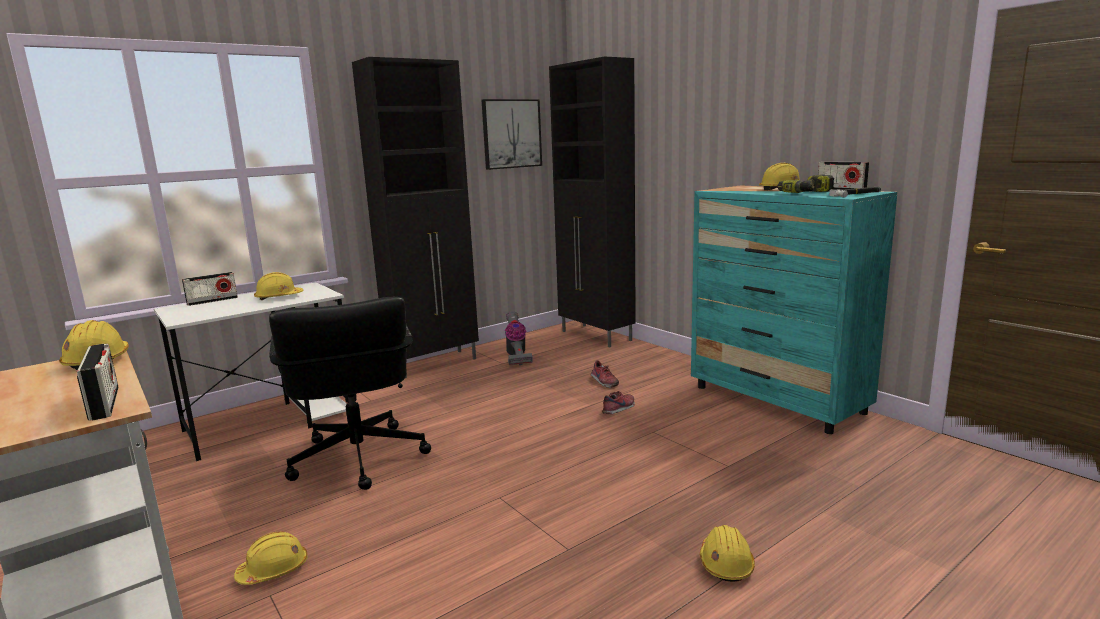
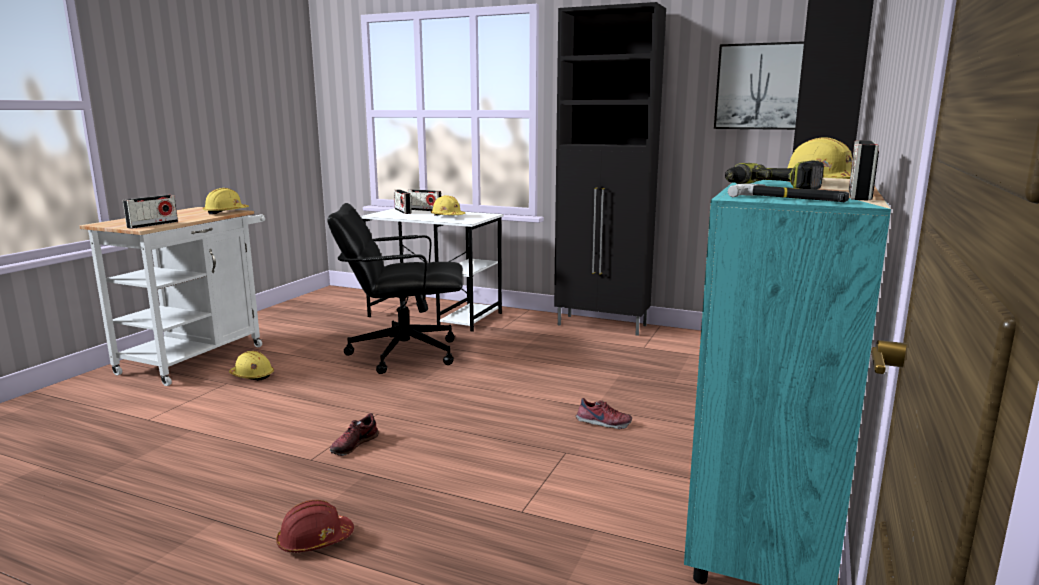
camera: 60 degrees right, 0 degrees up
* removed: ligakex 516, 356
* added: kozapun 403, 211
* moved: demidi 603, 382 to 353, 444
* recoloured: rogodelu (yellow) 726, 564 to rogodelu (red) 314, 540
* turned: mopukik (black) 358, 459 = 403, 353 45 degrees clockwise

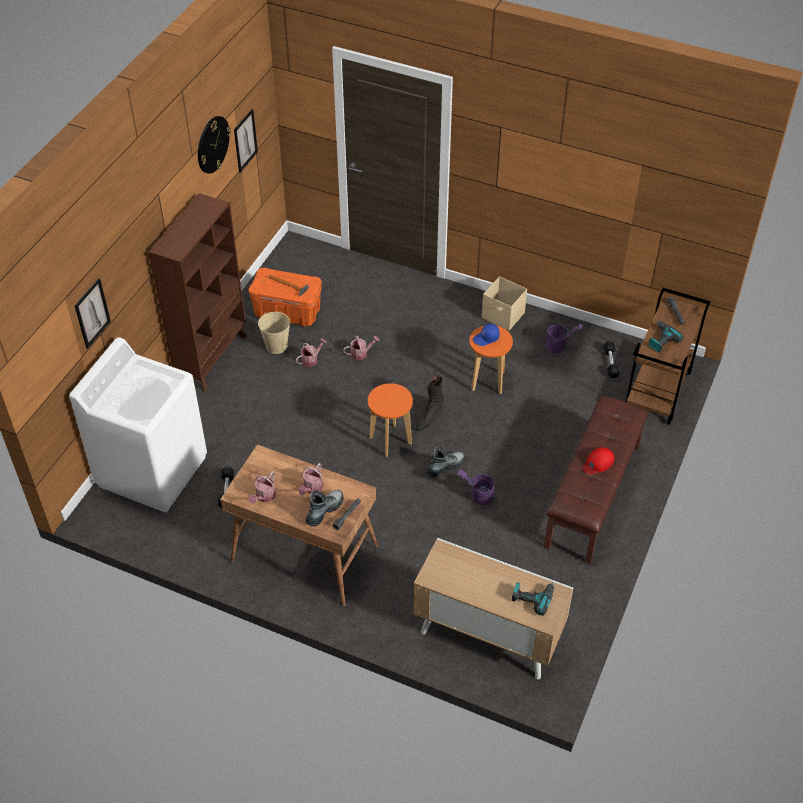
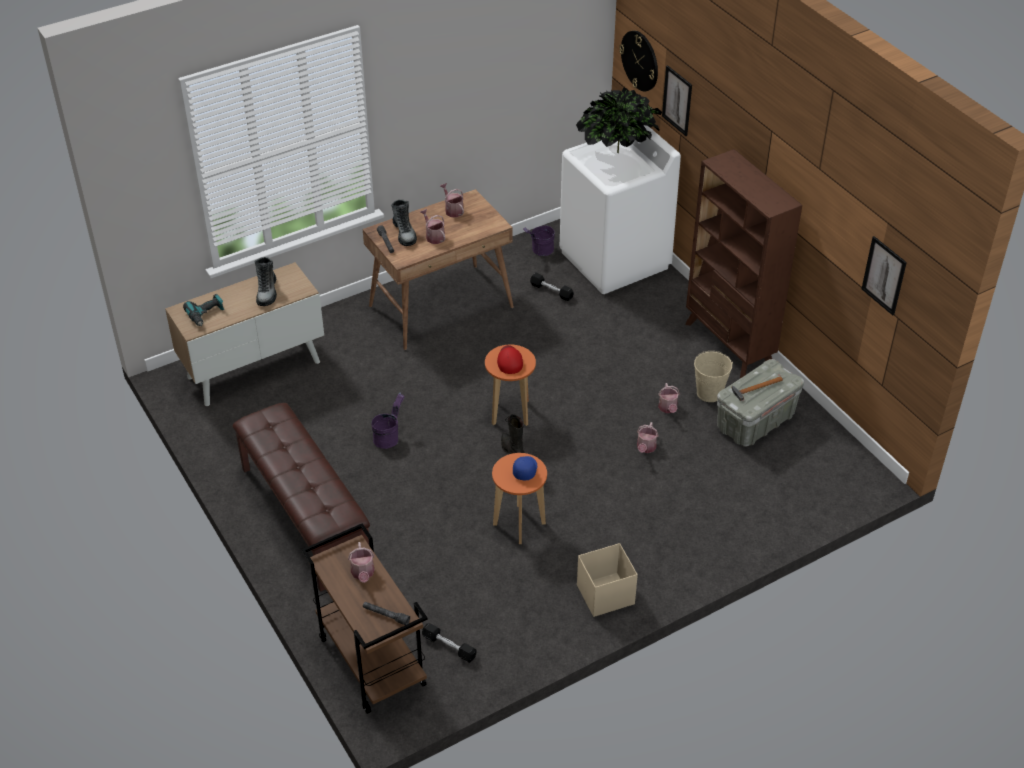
camera: 125 degrees right, 5 degrees down
* added: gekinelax 617, 154
* moved: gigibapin 212, 144 to 640, 60
* moved: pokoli 445, 466 to 267, 292
* moved: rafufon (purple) 559, 347 to 540, 251
* moved: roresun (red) 598, 463 to 509, 360
* replaced: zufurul 661, 340 to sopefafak 363, 574
* recoloured: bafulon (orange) 288, 312 to bafulon (grey) 755, 422

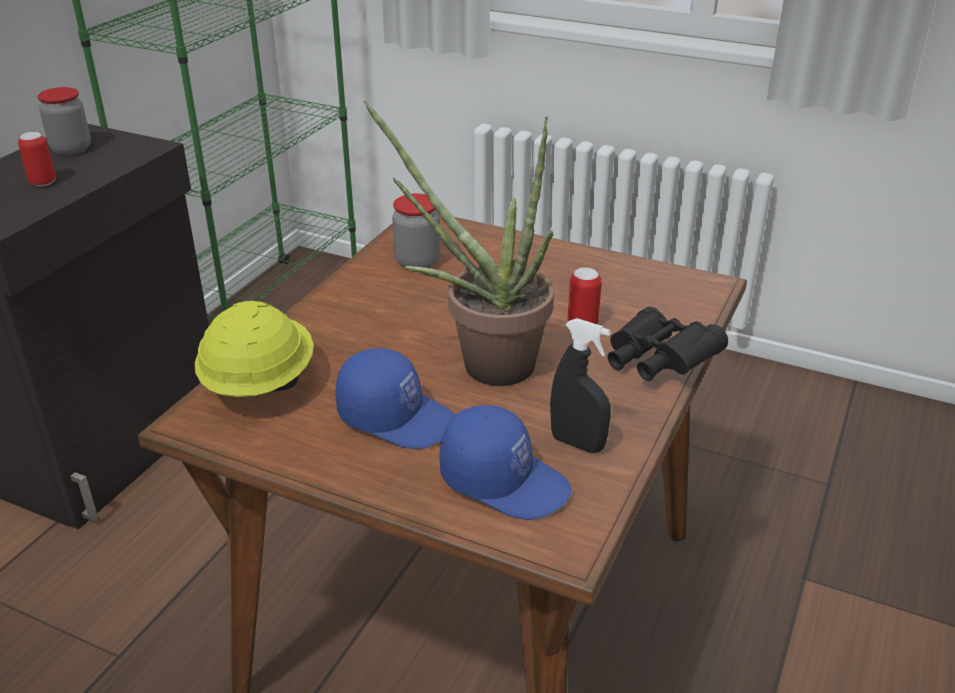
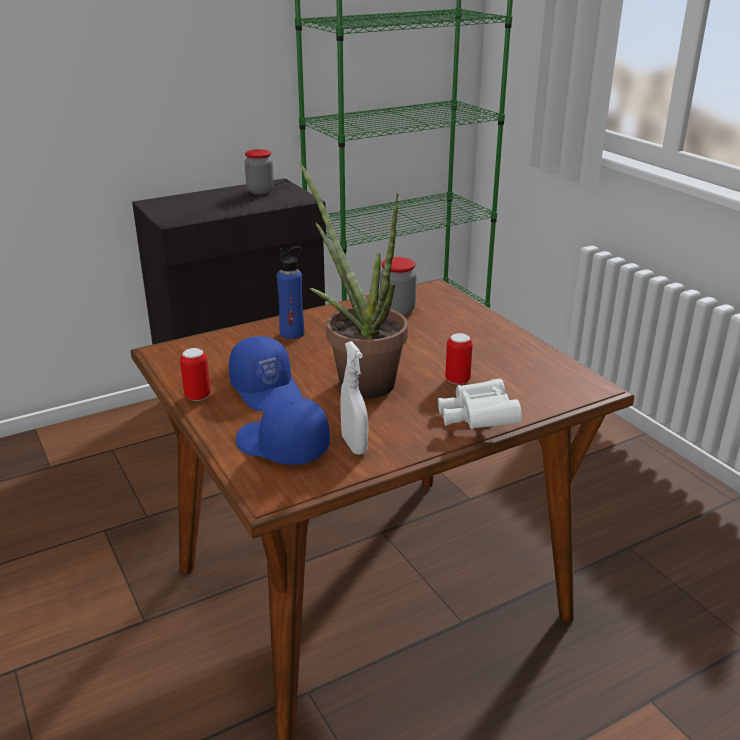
camera: 35 degrees right, 5 degrees down
* removed: rogodelu (yellow) 258, 384
* added: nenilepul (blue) 292, 333
* moved: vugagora 43, 183 to 197, 396
* recoloured: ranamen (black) 577, 443 to ranamen (white) 354, 445
* recoloured: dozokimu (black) 656, 363 to dozokimu (white) 477, 421
* turned: roresun (blue) 505, 480 = 281, 446 150 degrees clockwise

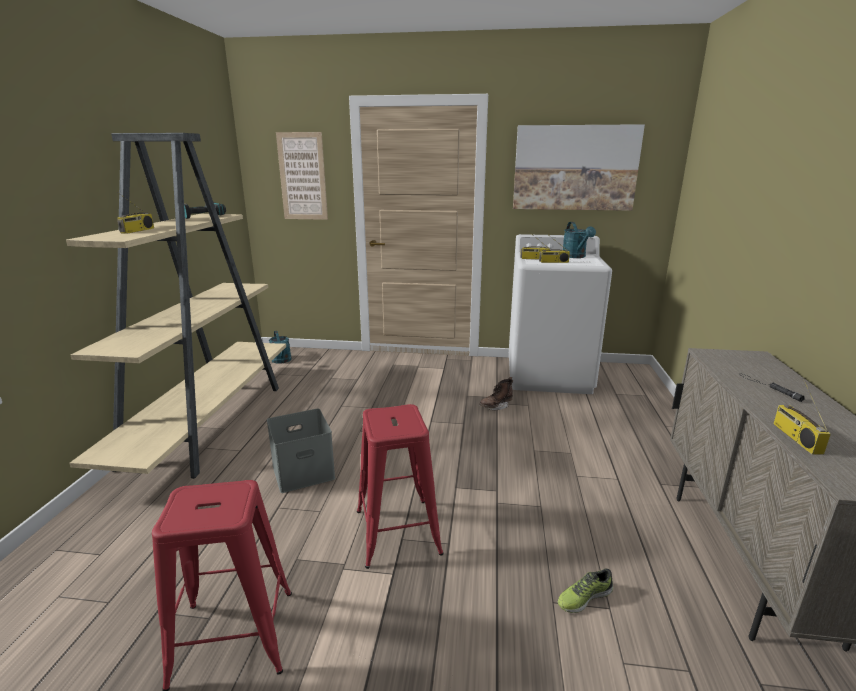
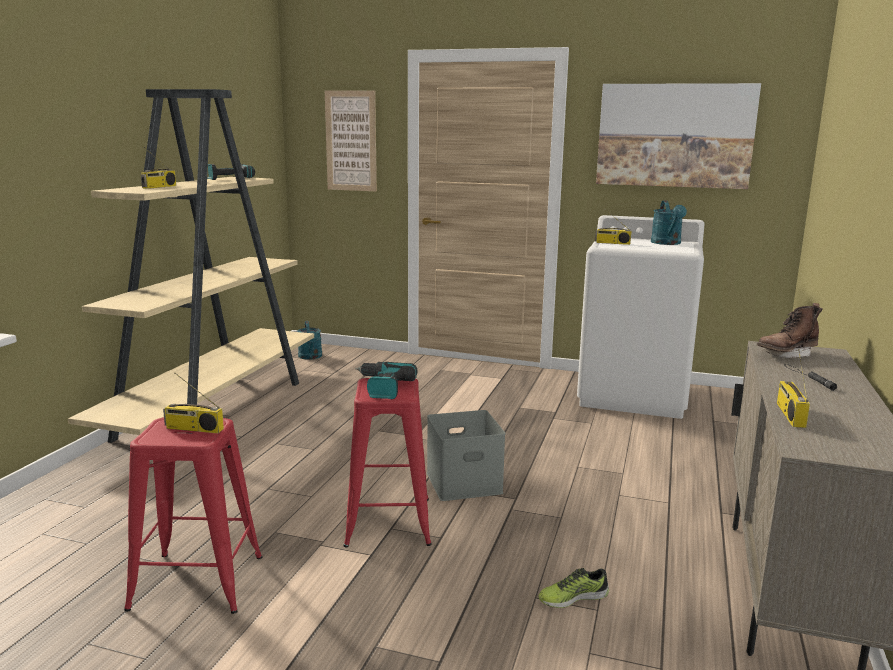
camera: 10 degrees right, 5 degrees down
* added: zufurul 382, 388
* moved: bafulon (grey) 304, 470 to 465, 482
* moved: pokoli (brown) 496, 406 to 786, 355
* moved: kozapun 553, 262 to 193, 429

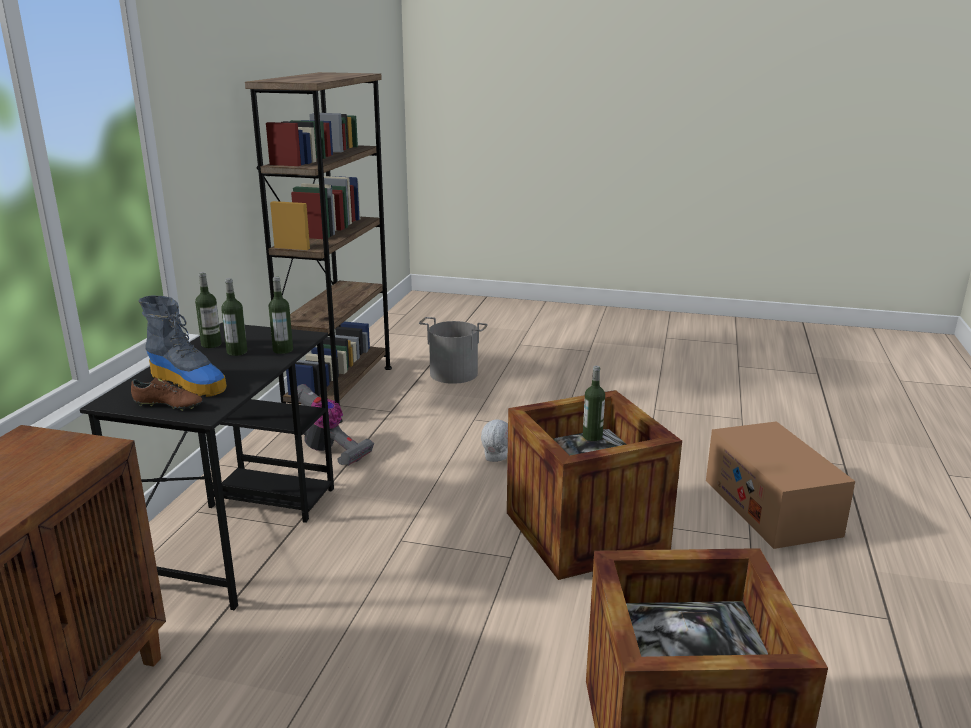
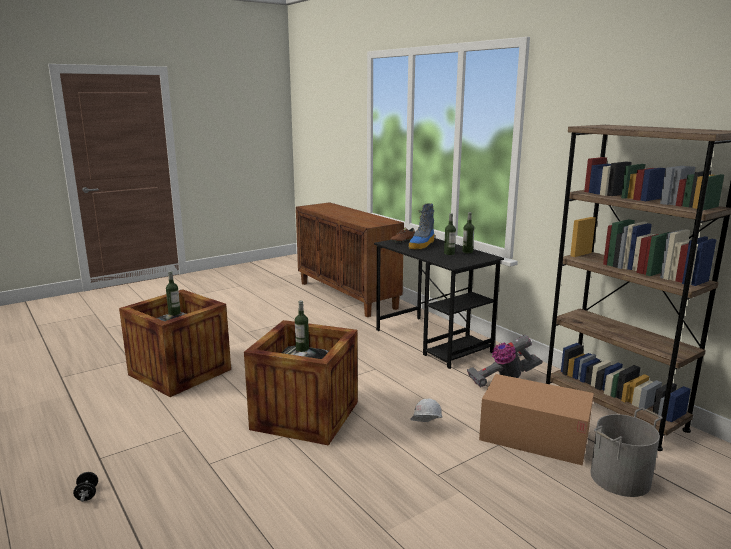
camera: 130 degrees right, 5 degrees down
* added: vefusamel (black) 87, 494
* moved: nenilepul 283, 350 to 174, 313
* moved: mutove 771, 507 to 534, 437
* turned: pokoli 189, 383 = 422, 244 45 degrees counterclockwise

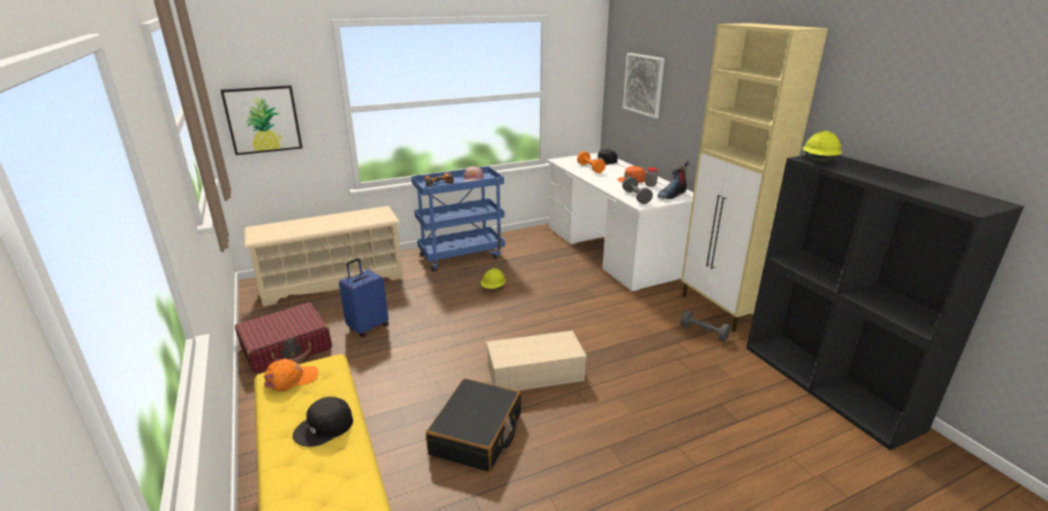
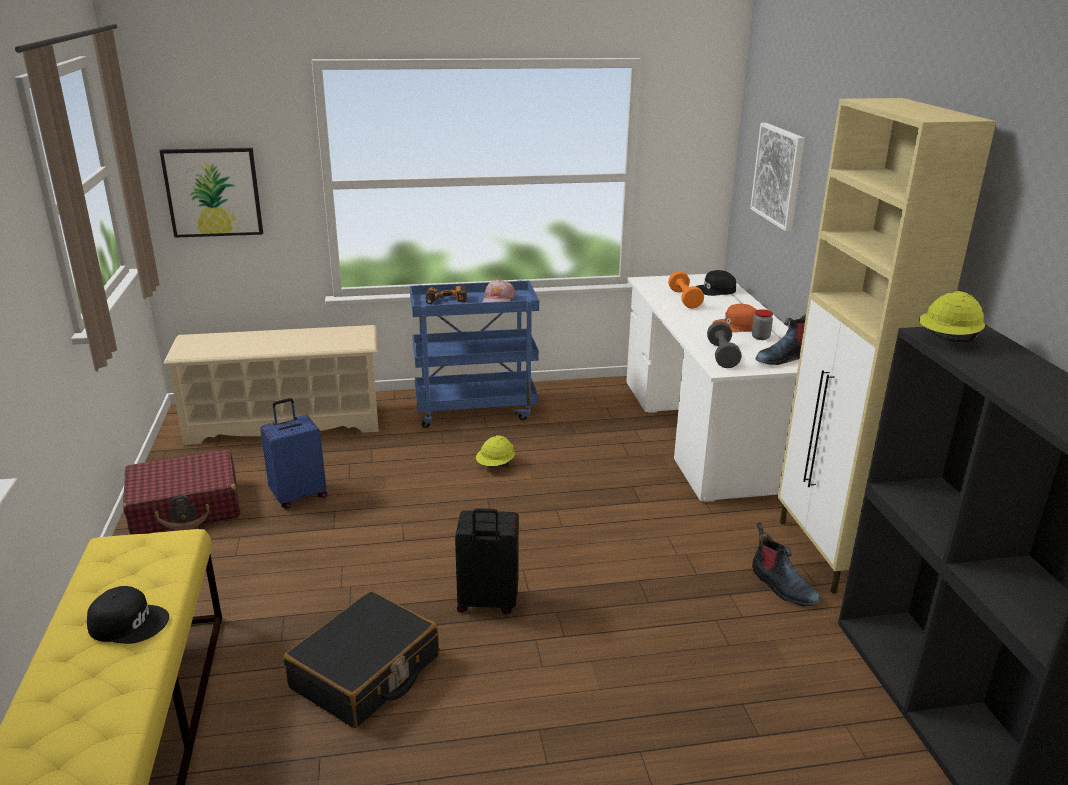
camera: 15 degrees right, 0 degrees up
* removed: roresun (orange) 291, 379
* replaced: bafulon (beige) 534, 374 to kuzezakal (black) 487, 603
* replaced: vefusamel (grey) 704, 333 to pokoli 781, 586
* turned: roresun (black) 324, 427 = 129, 622 150 degrees counterclockwise

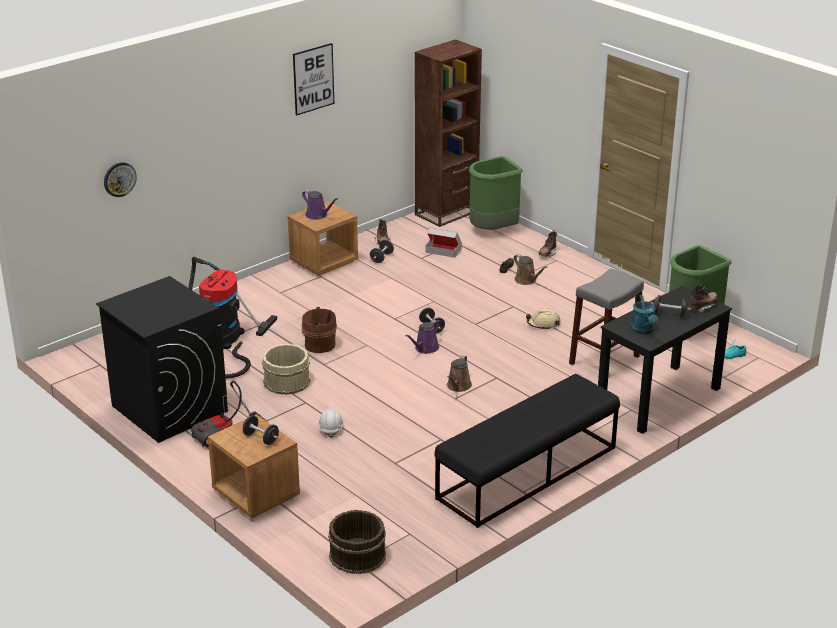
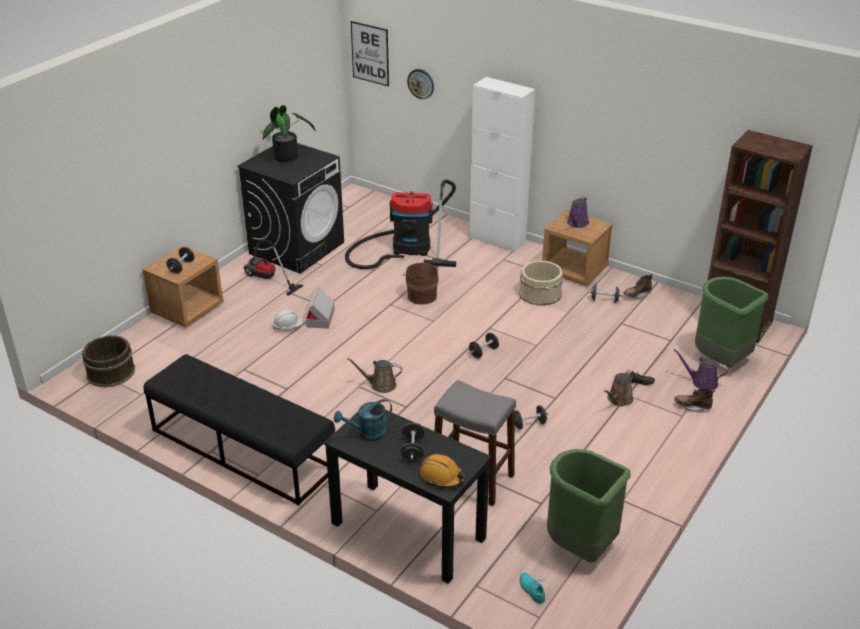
camera: 75 degrees right, 5 degrees up
* added: gekinelax 289, 157
* added: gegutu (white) 497, 240
* moved: rafufon (beige) 286, 381 to 540, 293
* moved: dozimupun 313, 79 to 370, 53
* moved: sopefafak (purple) 425, 349 to 702, 382
* moved: mutove 443, 250 to 320, 318
* replaced: rogodelu (beige) 543, 324 to vefusamel (black) 529, 424
* replaced: pokoli (brown) 703, 306 to rogodelu (orange) 442, 476

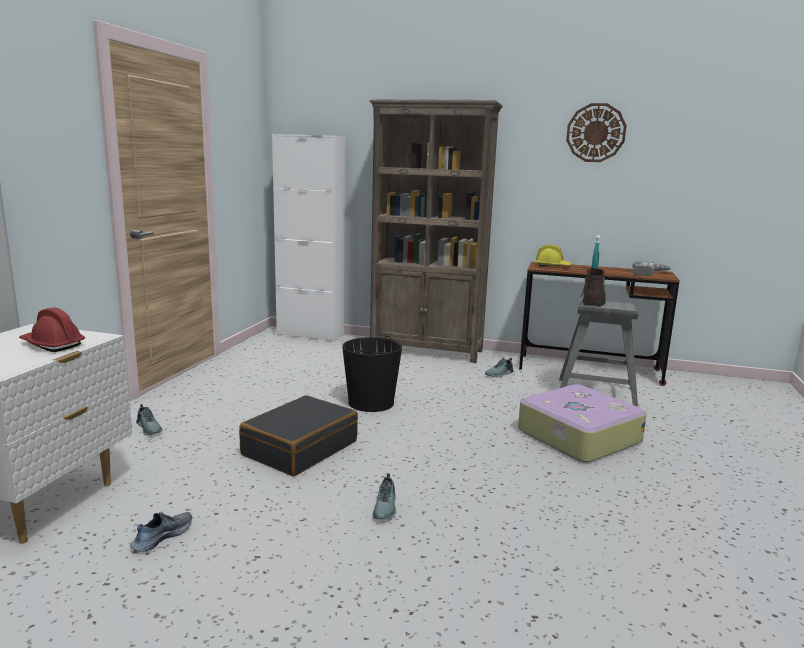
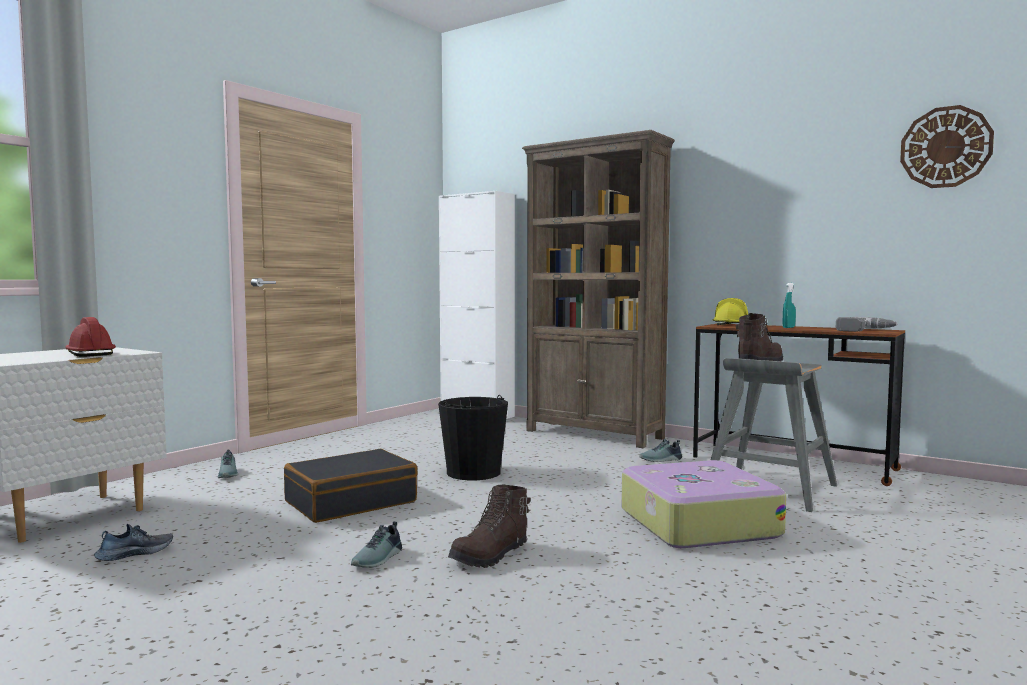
camera: 20 degrees right, 10 degrees down
* added: pokoli (brown) 491, 556
* moved: gigibapin 595, 133 to 945, 147

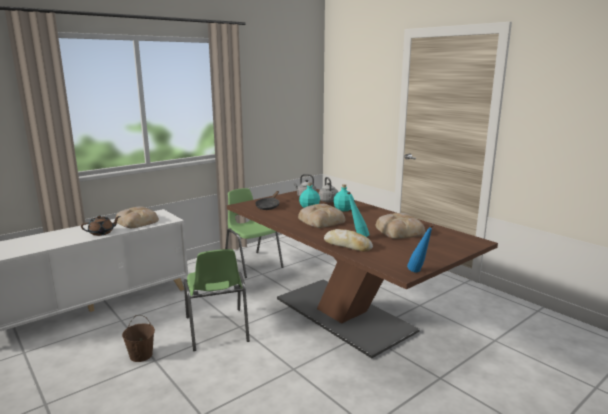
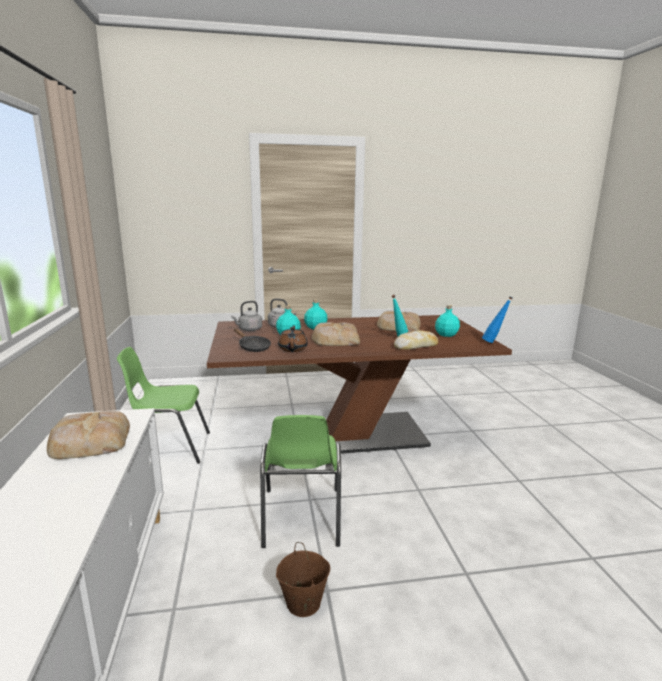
camera: 60 degrees left, 0 degrees up
* added: nenilepul (turquoise) 446, 335
* moved: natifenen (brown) 102, 233 to 293, 349
* turned: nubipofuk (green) 217, 330 = 301, 517 75 degrees clockwise

